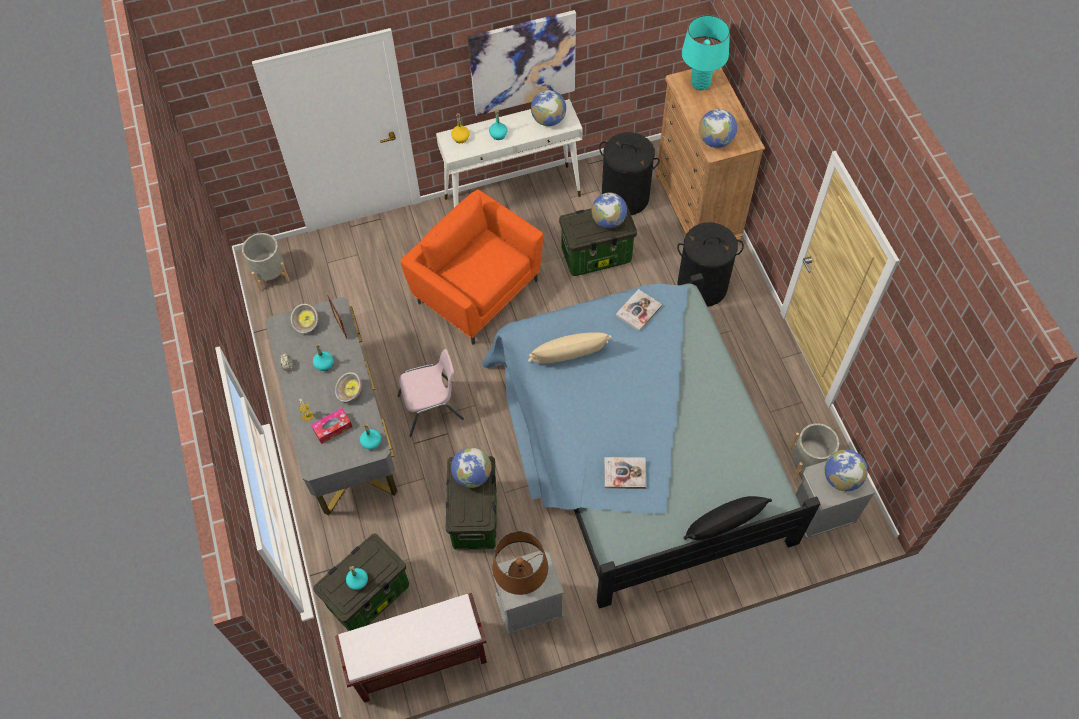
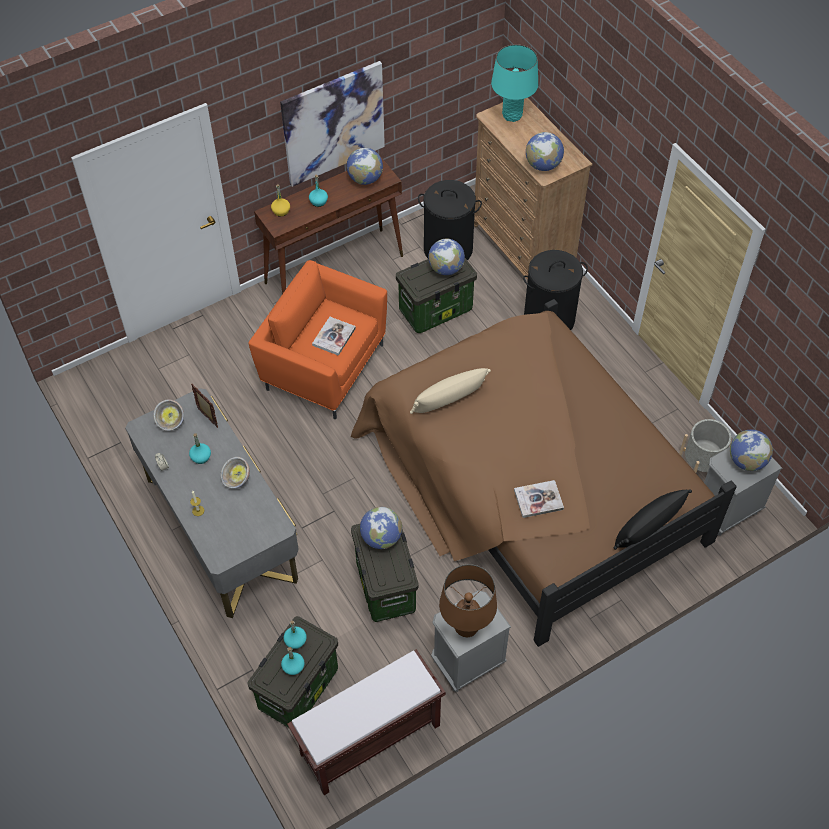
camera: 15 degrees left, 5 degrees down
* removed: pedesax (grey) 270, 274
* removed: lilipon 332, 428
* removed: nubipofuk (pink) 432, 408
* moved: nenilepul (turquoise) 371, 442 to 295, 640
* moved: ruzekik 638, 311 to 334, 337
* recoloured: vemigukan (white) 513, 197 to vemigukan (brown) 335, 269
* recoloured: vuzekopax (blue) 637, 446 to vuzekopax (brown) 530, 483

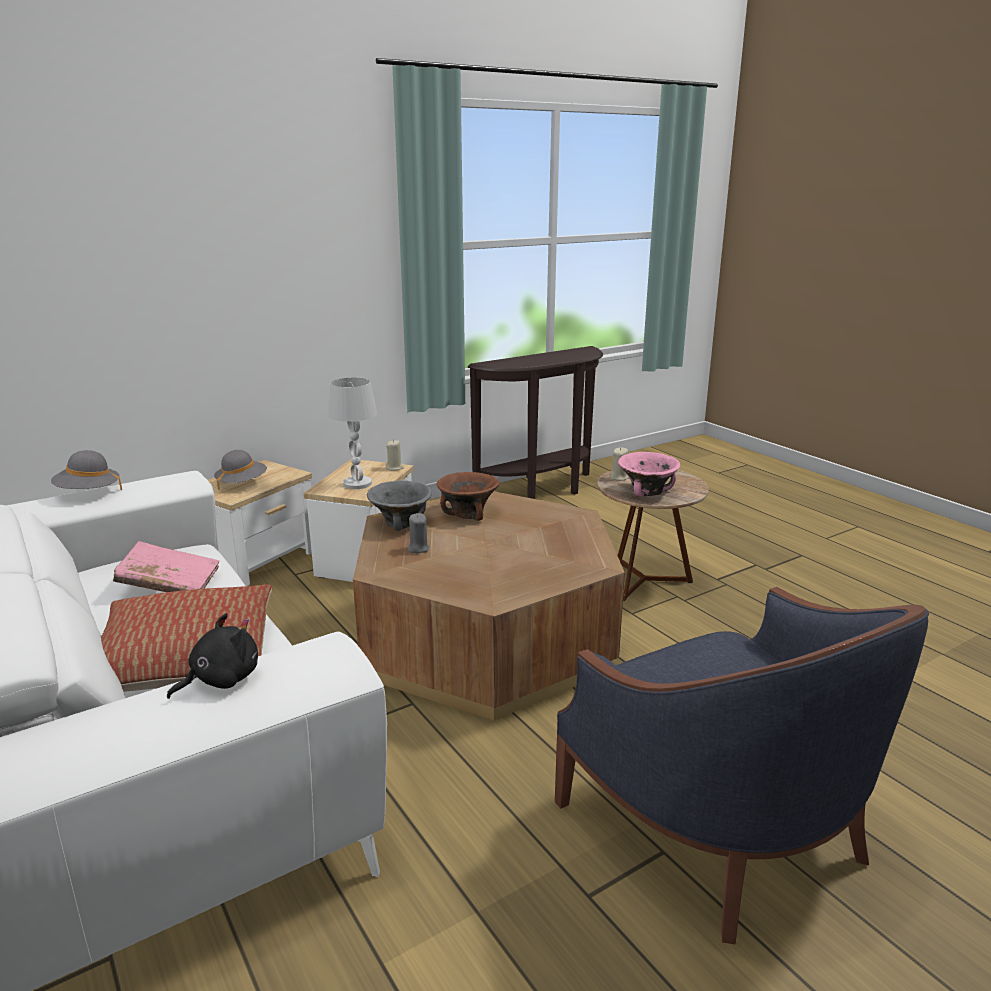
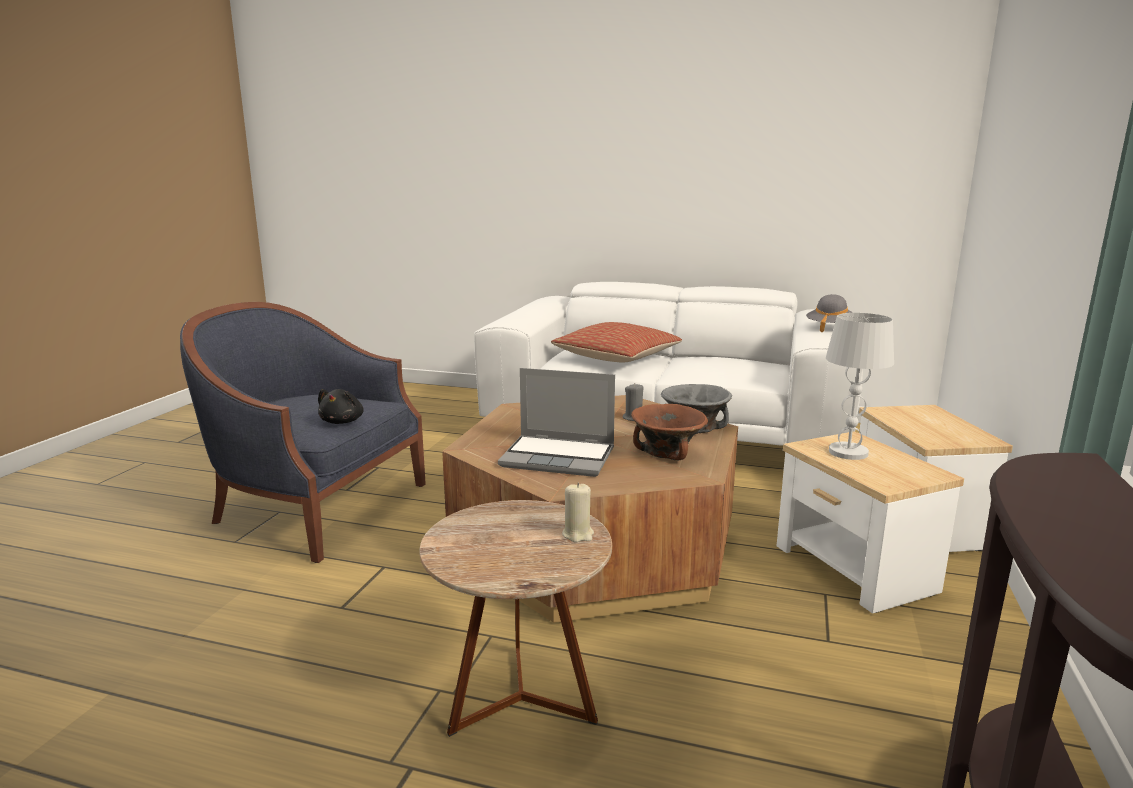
camera: 140 degrees right, 5 degrees down
* removed: ruzekik (pink) 169, 584
* removed: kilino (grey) 242, 483
* removed: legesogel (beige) 394, 468
* removed: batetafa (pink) 646, 492
* added: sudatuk 559, 457
* moved: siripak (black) 221, 679 to 343, 421

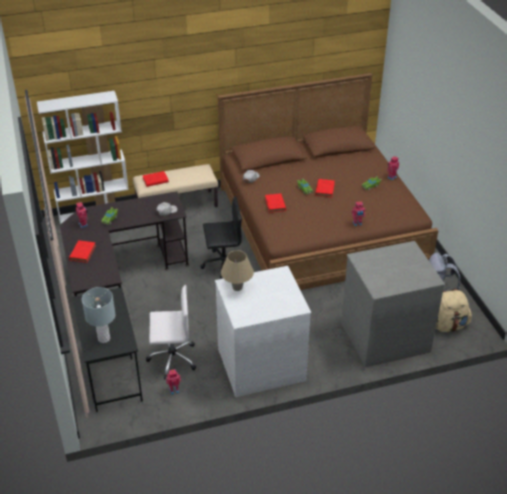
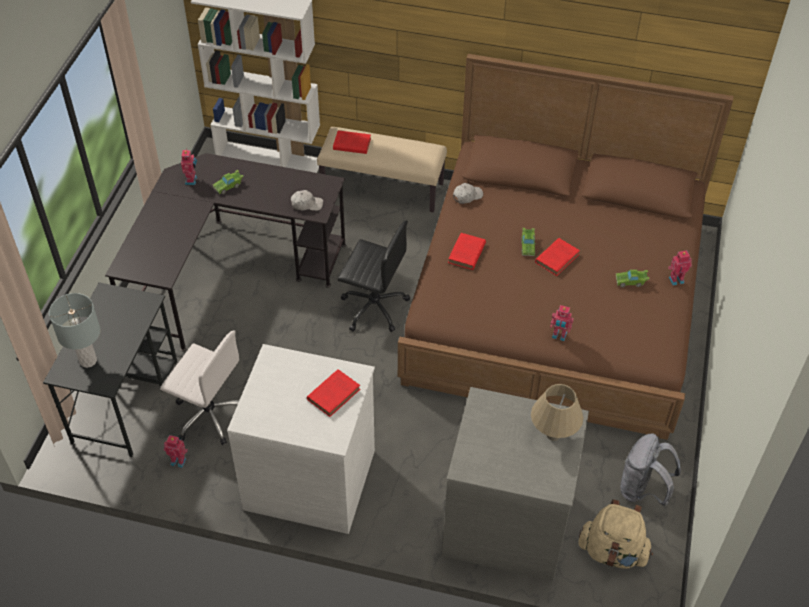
camera: 30 degrees right, 10 degrees up
* moved: ruzekik (red) 83, 252 to 334, 394
* moved: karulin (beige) 237, 287 to 553, 434

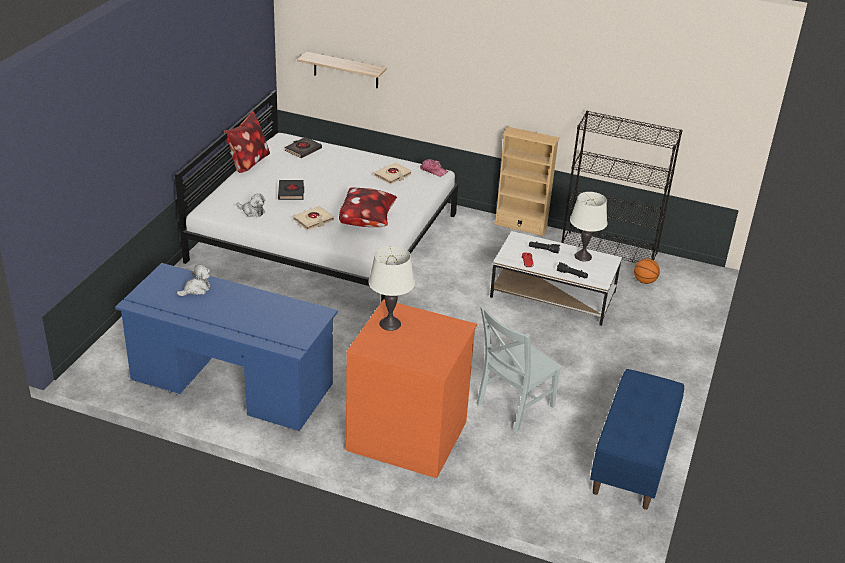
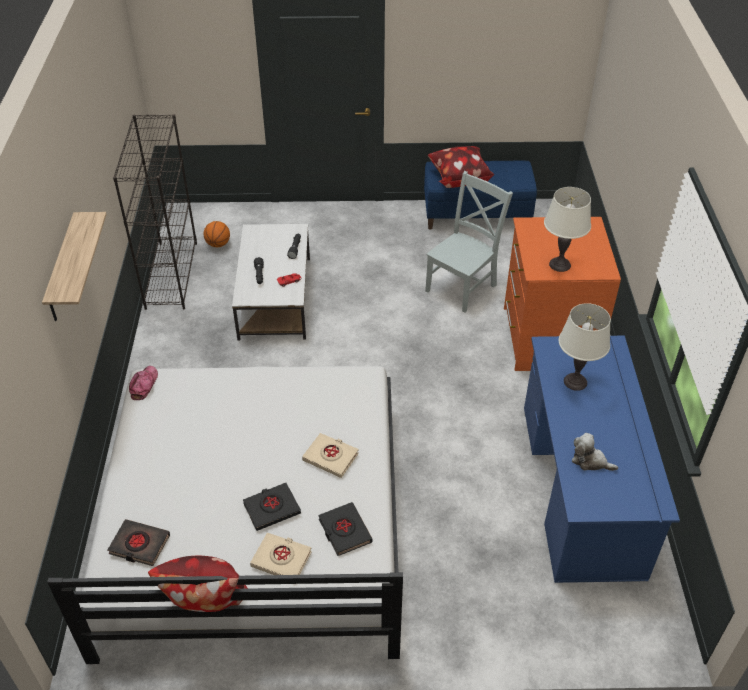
camera: 110 degrees left, 10 degrees up
* removed: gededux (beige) 521, 226
* moved: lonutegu 346, 70 to 62, 269
* moved: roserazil 368, 221 to 458, 178
* moved: ruzekik (beige) 392, 176 to 281, 559
* moved: karulin (white) 583, 256 to 575, 381
* replaced: siripak 252, 212 to ruzekik (black) 344, 531
* turned: nubipofuk (grey) 513, 406 = 463, 286 75 degrees counterclockwise

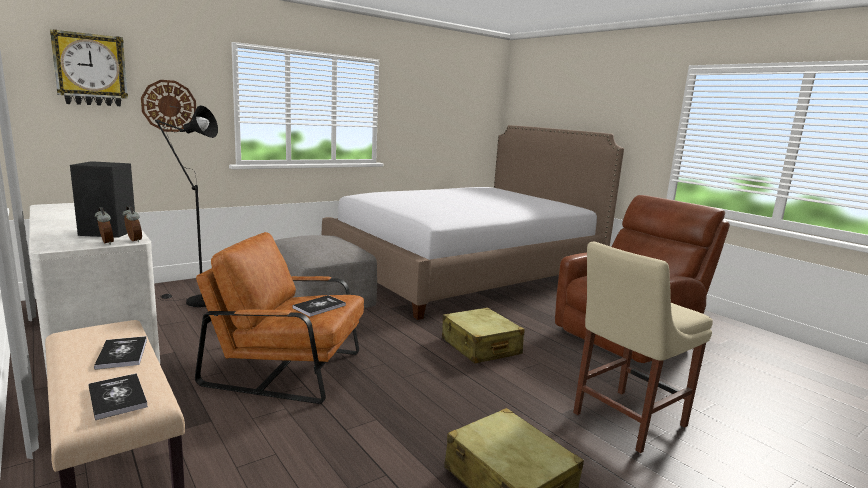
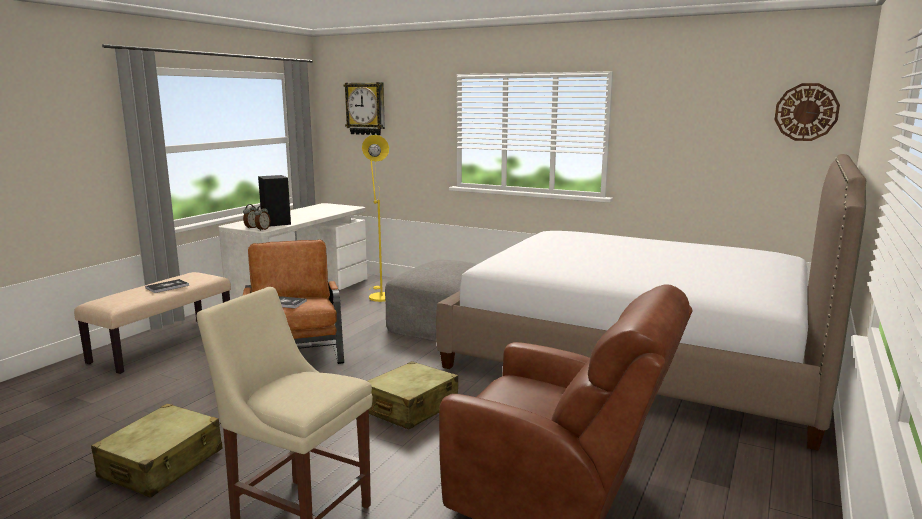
camera: 65 degrees right, 0 degrees up
* removed: ruzekik 117, 397
* moved: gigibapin 169, 106 to 806, 112
* recoloured: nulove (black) 196, 301 to nulove (yellow) 379, 296

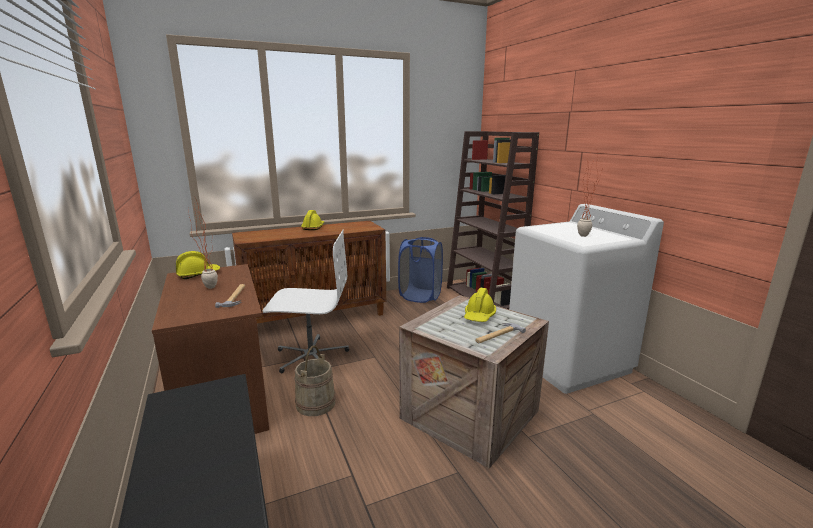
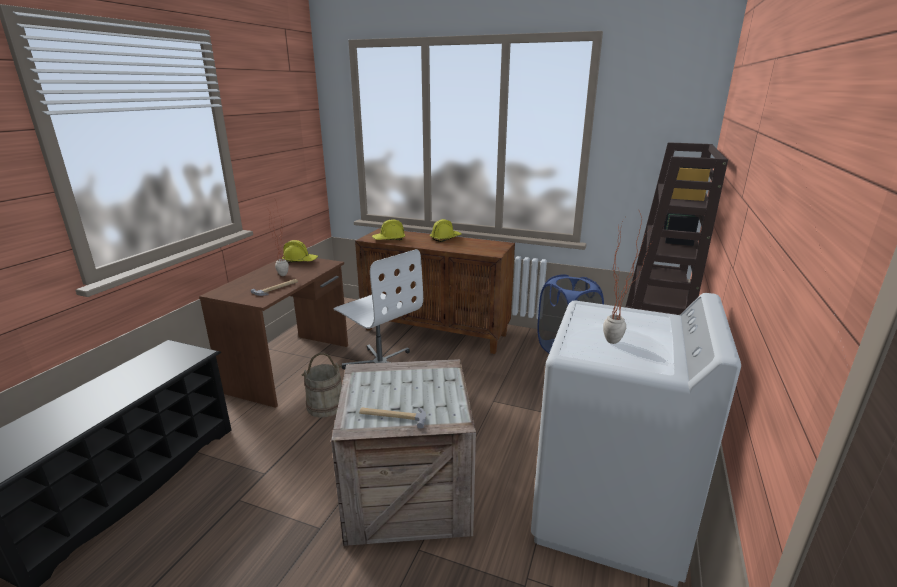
camera: 45 degrees right, 5 degrees up
* moved: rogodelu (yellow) 479, 316 to 389, 239

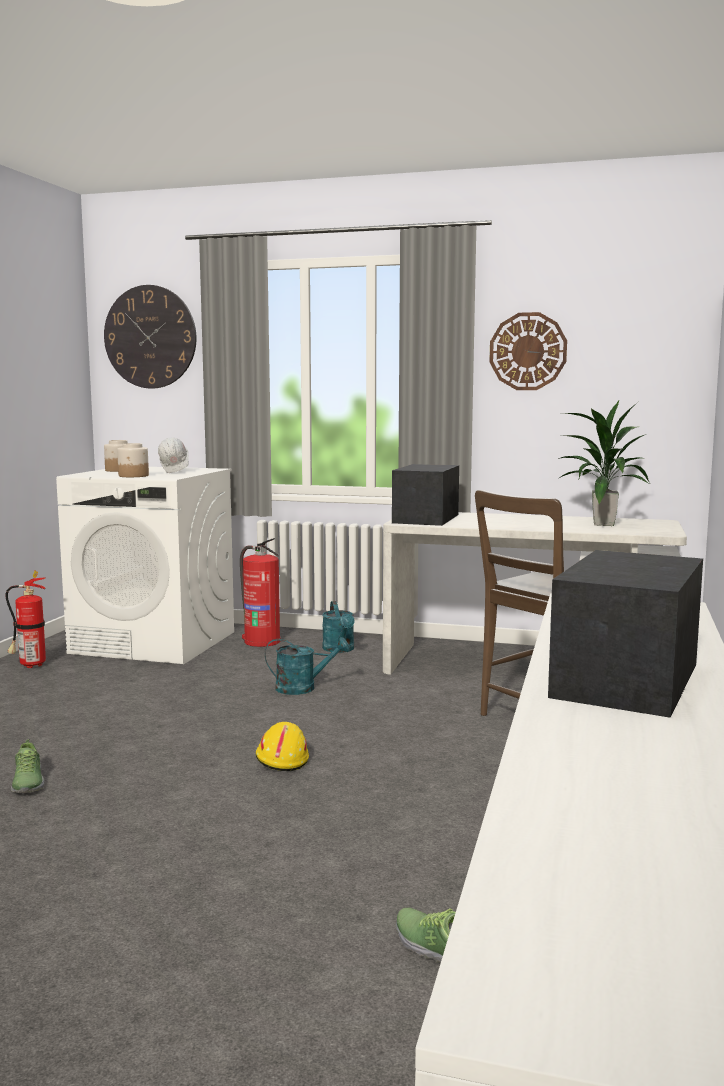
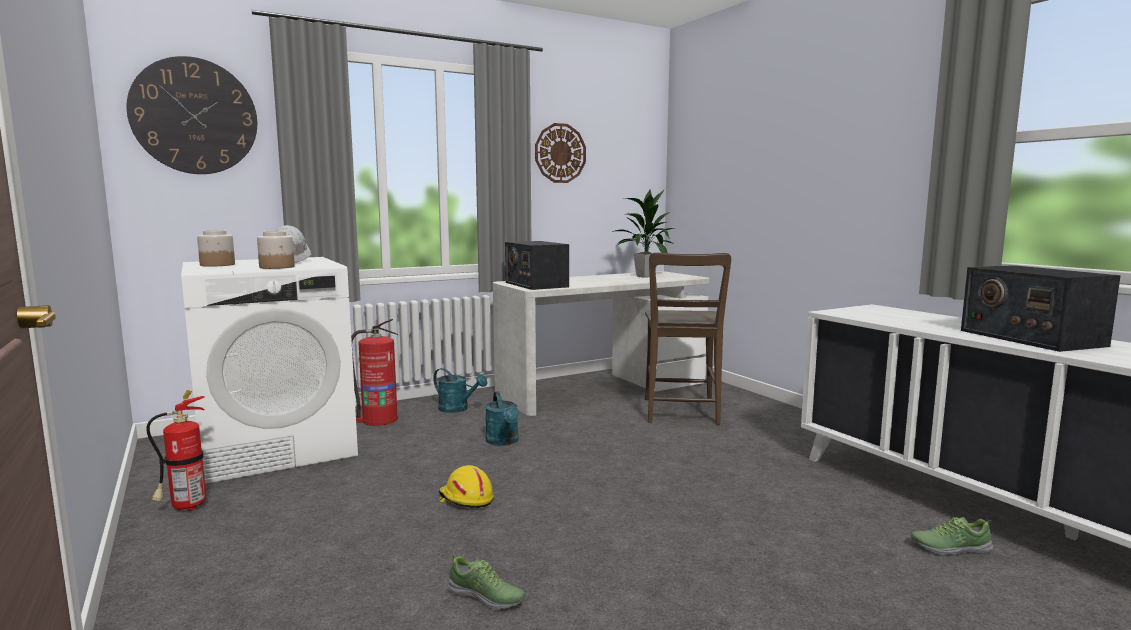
camera: 45 degrees left, 0 degrees up
* moved: rogodelu (yellow) 282, 759 to 465, 499
* turned: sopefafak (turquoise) 303, 688 = 503, 442 120 degrees clockwise

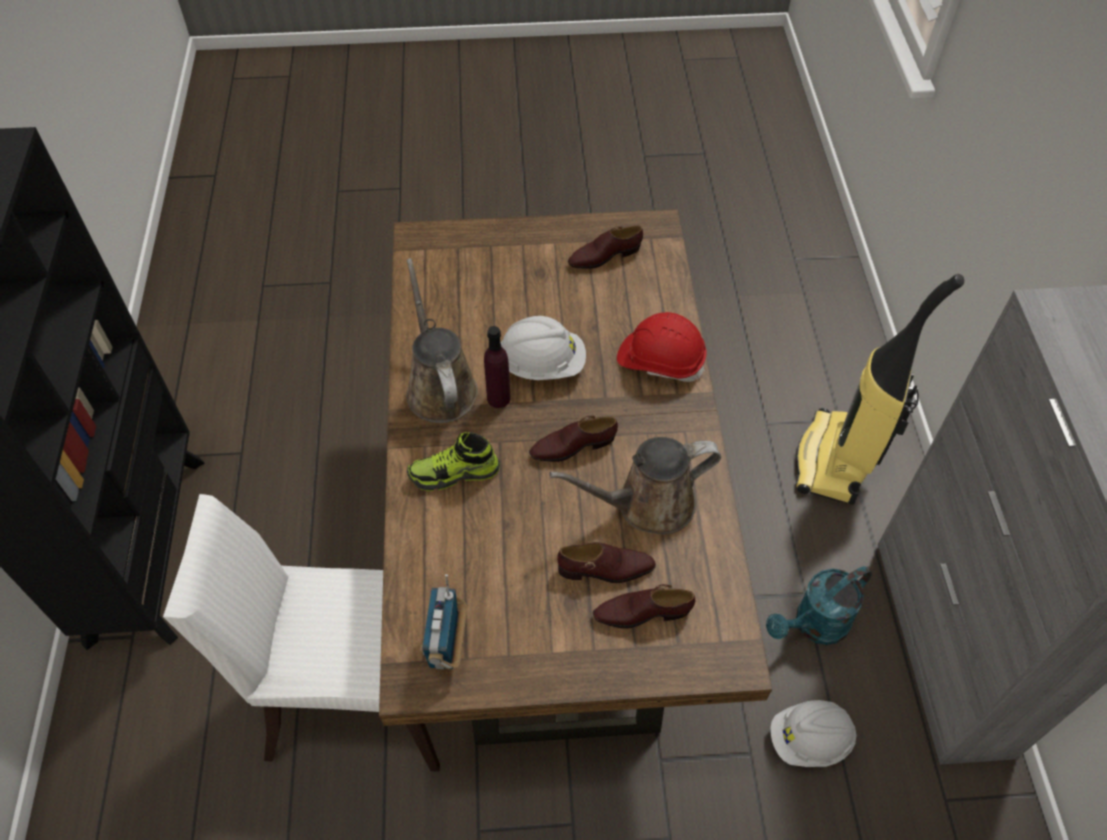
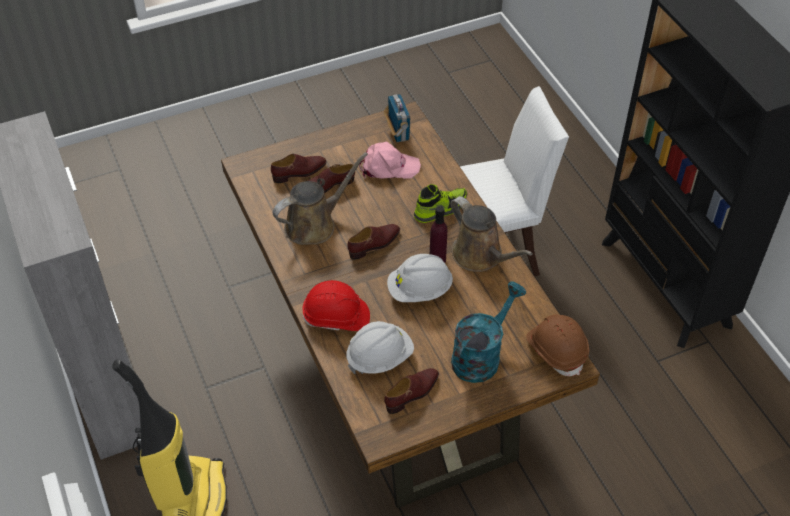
camera: 160 degrees right, 5 degrees down
* added: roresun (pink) 388, 167
* added: rogodelu (brown) 556, 350
* moved: sopefafak (turquoise) 814, 625 to 481, 355
* moved: rogodelu (white) 809, 740 to 379, 357

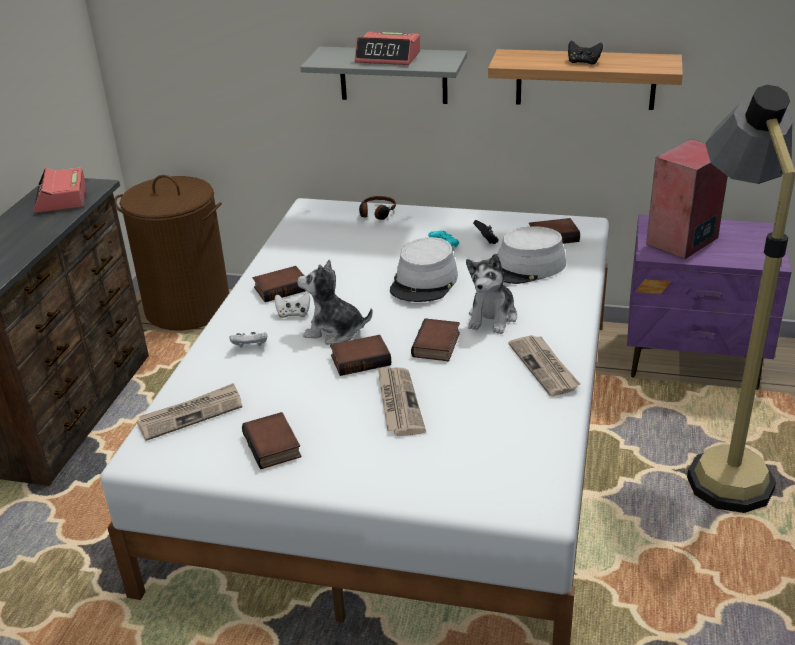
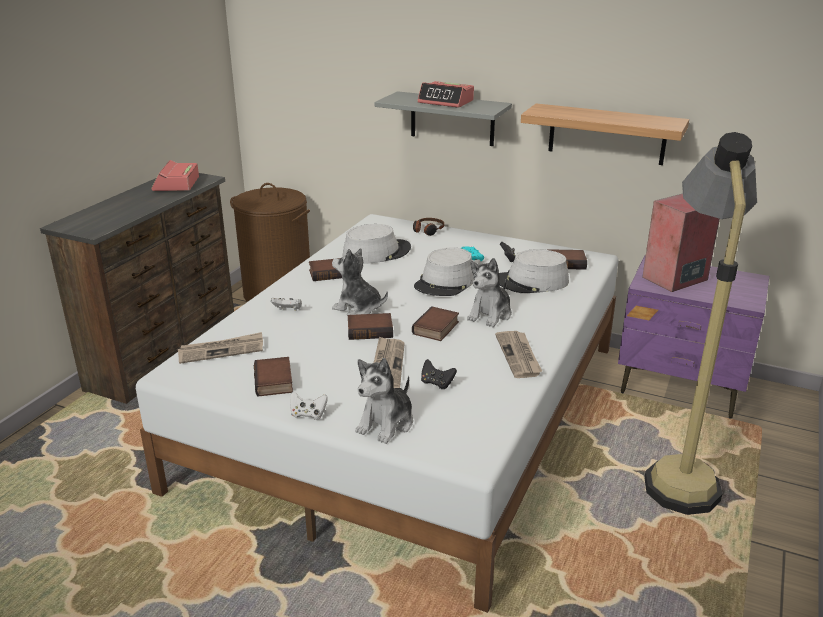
camera: 10 degrees right, 5 degrees down
* added: kilino (grey) 376, 252
* added: siripak 386, 423
* moved: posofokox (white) 293, 314 to 308, 414
* moved: posofokox (black) 583, 62 to 437, 383

